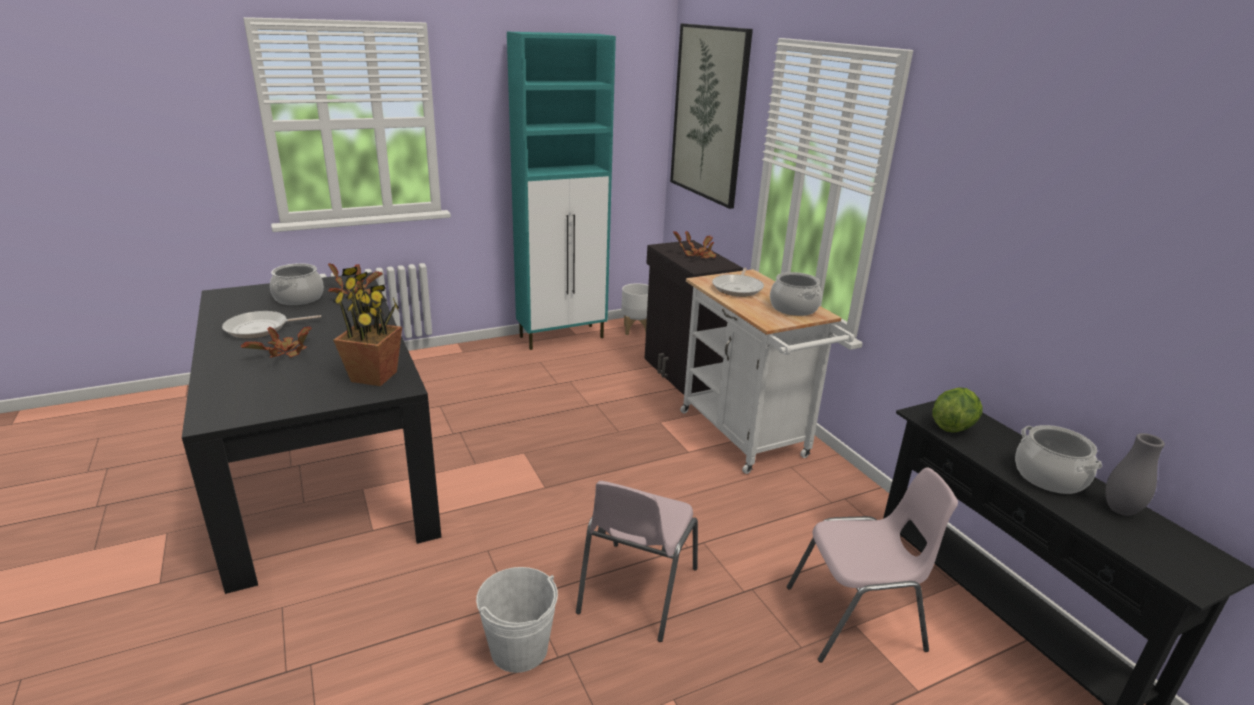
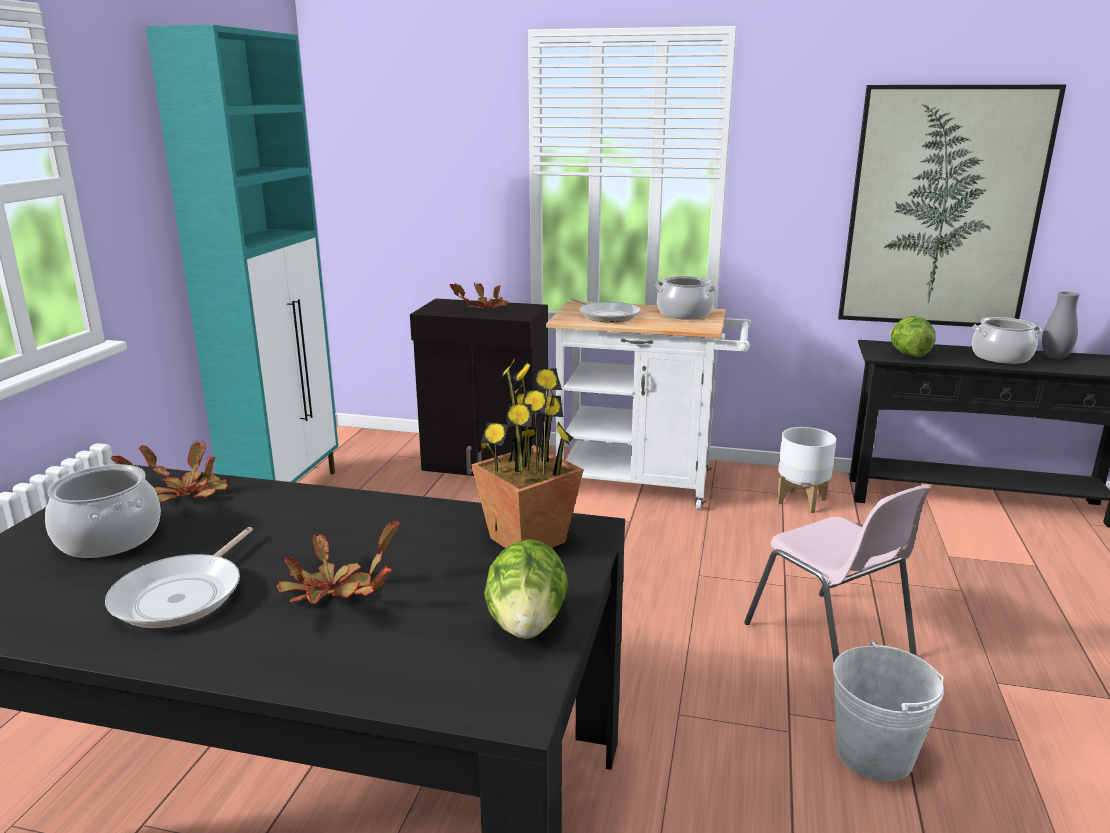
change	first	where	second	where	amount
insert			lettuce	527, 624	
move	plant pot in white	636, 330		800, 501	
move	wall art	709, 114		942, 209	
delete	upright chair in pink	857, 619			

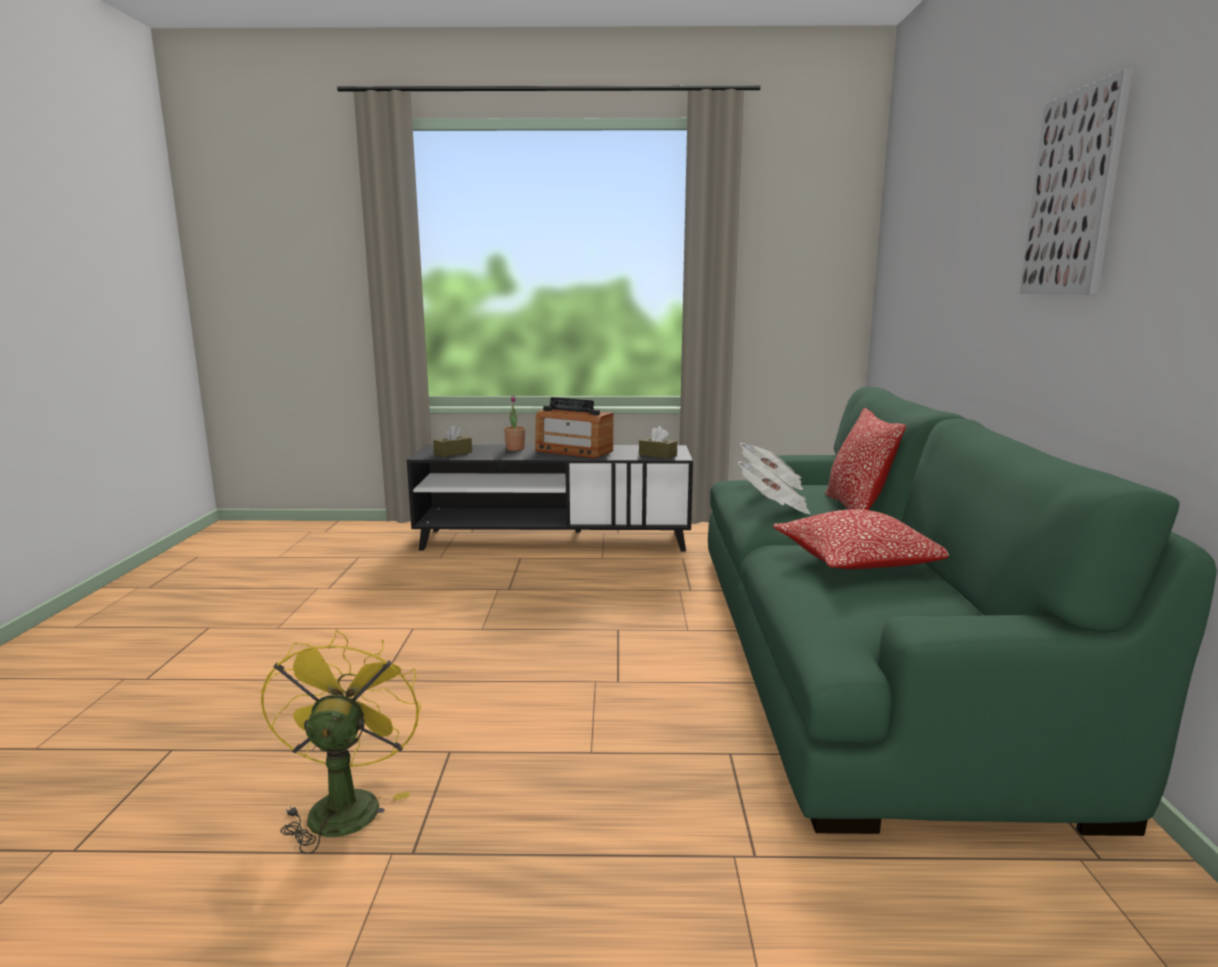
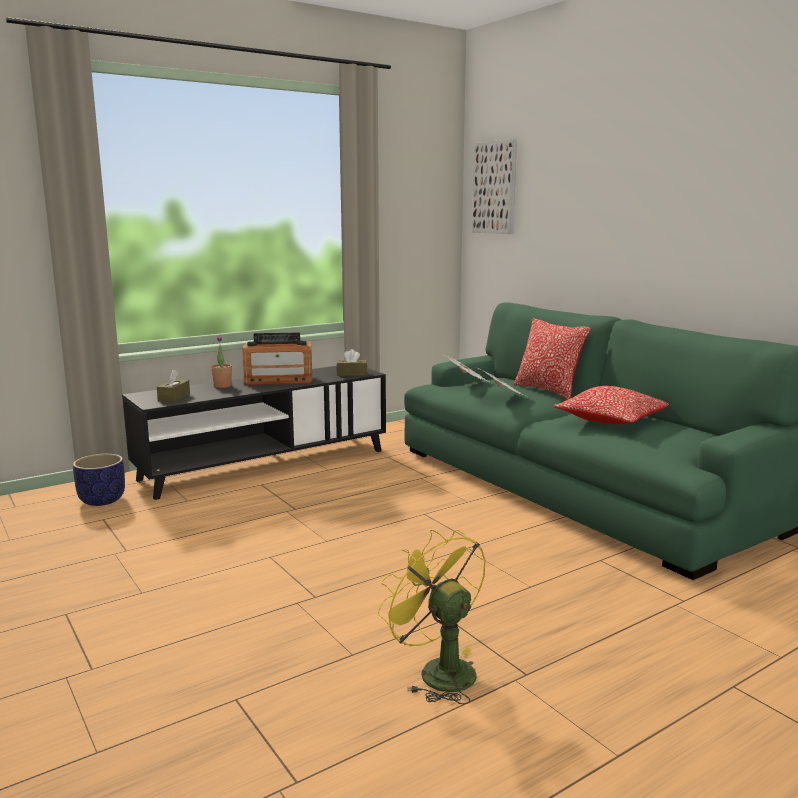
change	first	where	second	where	amount
insert			plant pot	102, 500	
move	wall art	1073, 194		494, 188	

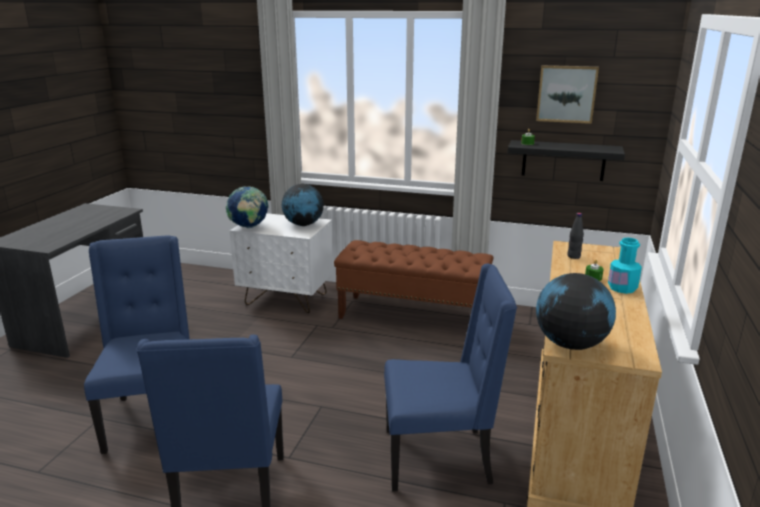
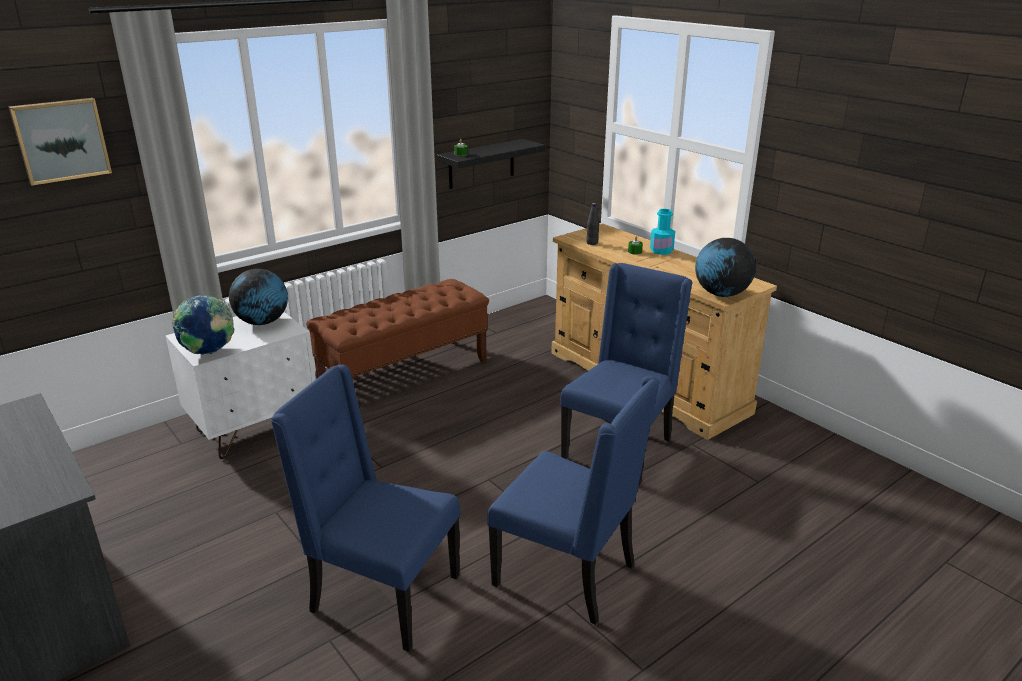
change	first	where	second	where	amount
move	wall art	566, 94		61, 140	

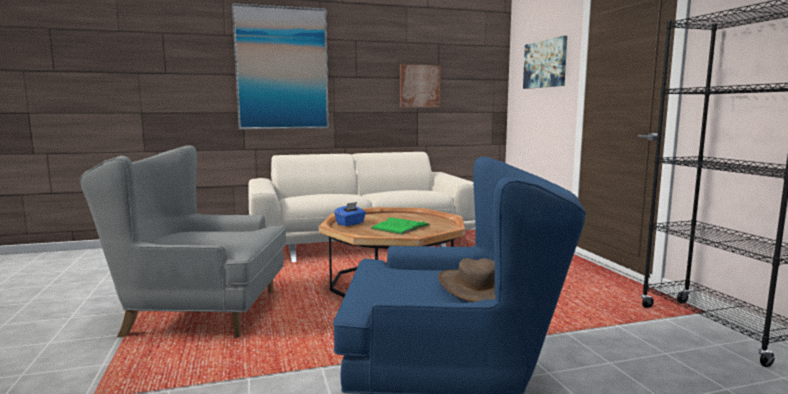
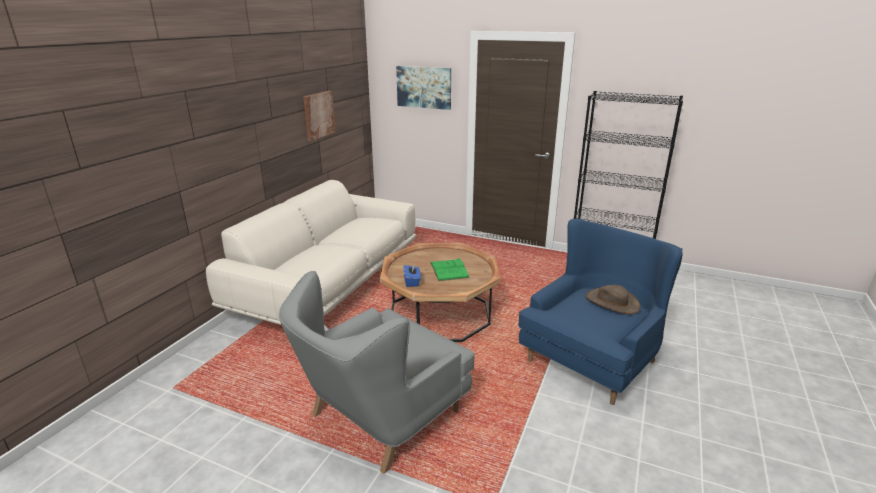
change	first	where	second	where	amount
delete	wall art	282, 69			

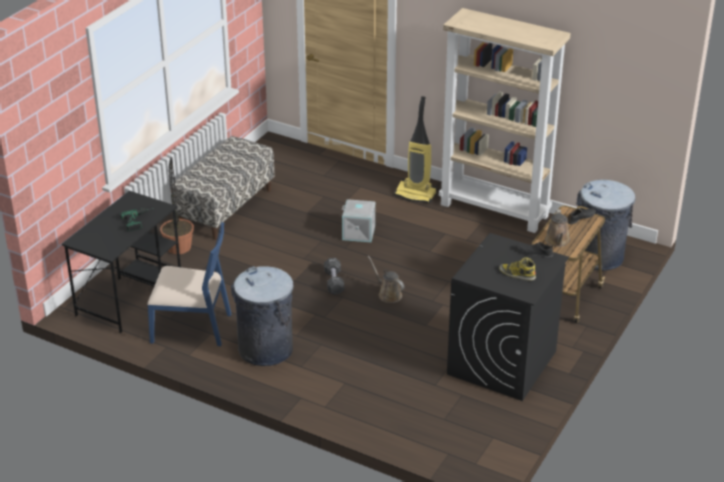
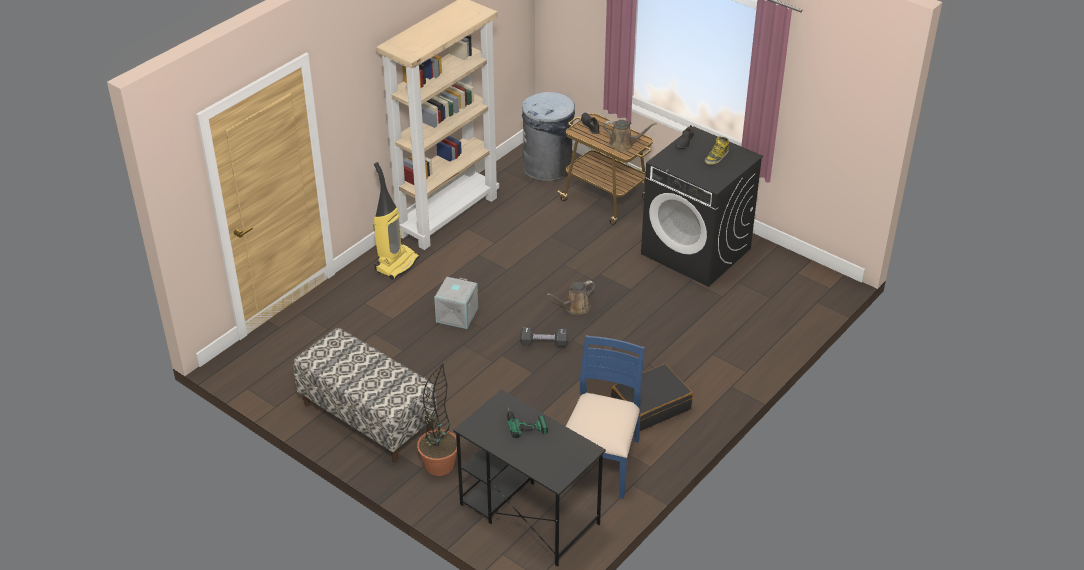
change	first	where	second	where	amount
replace	trash can in greyish	265, 349	suitcase in black	650, 405	

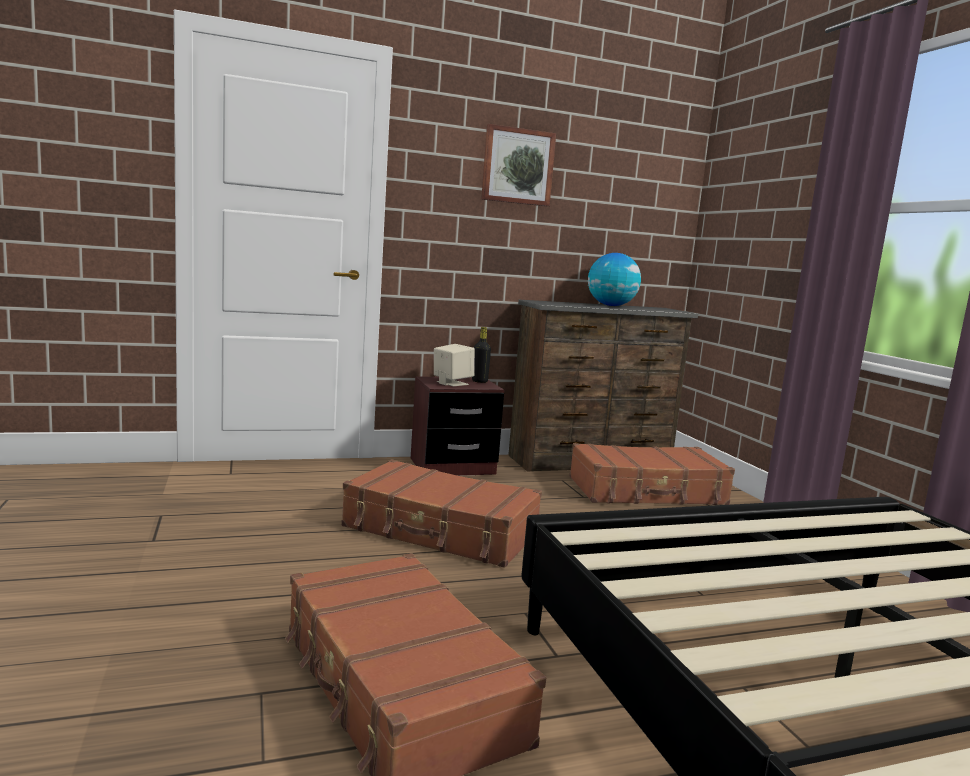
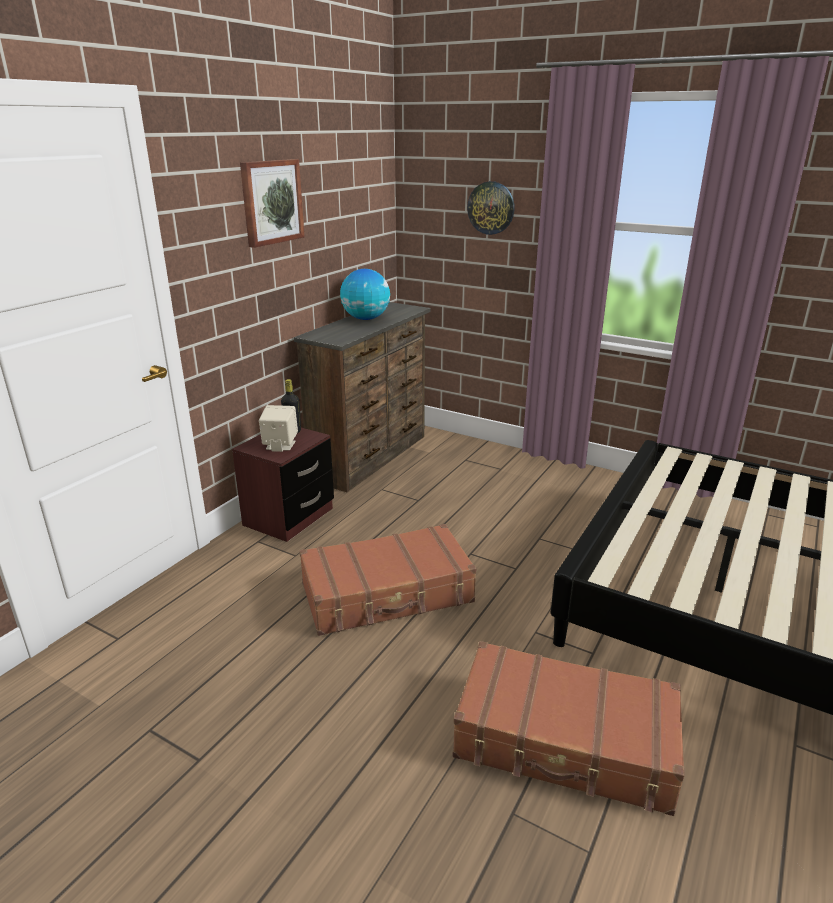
change	first	where	second	where	amount
insert			clock on the wall	491, 208	
delete	suitcase in brown	647, 491			

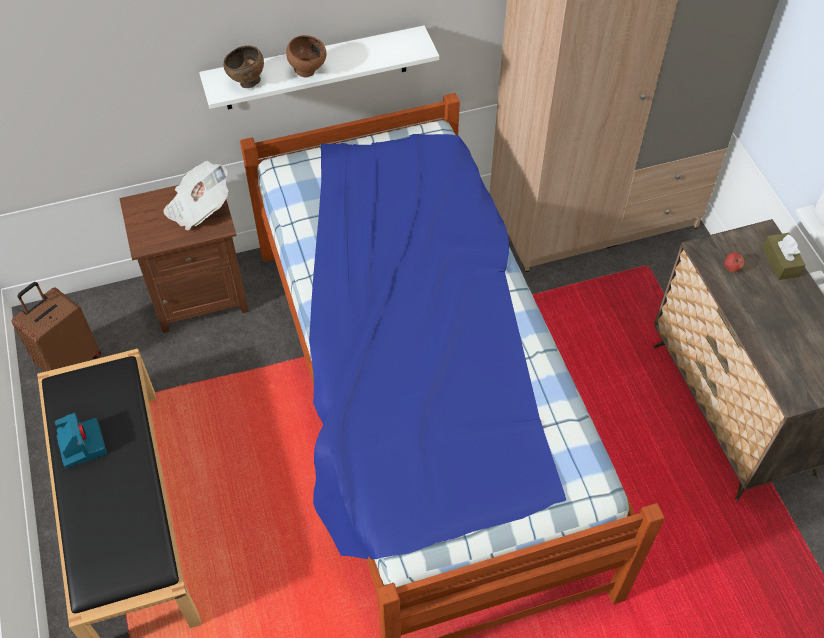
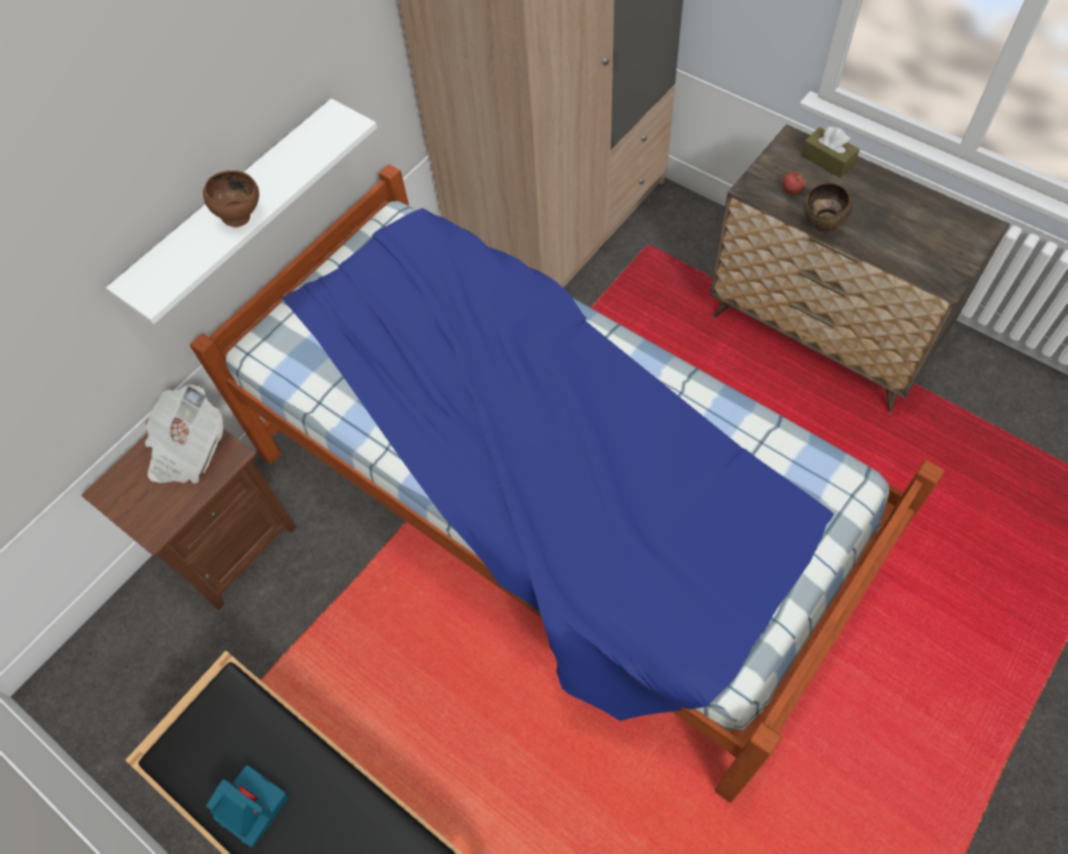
change	first	where	second	where	amount
move	deep dish in brown	247, 82		822, 225	
delete	suitcase in brown	70, 361			

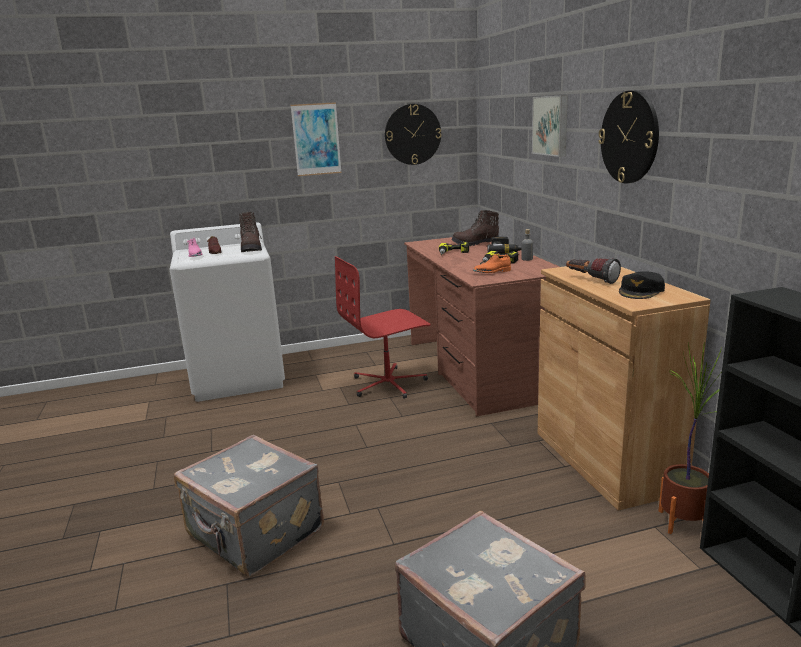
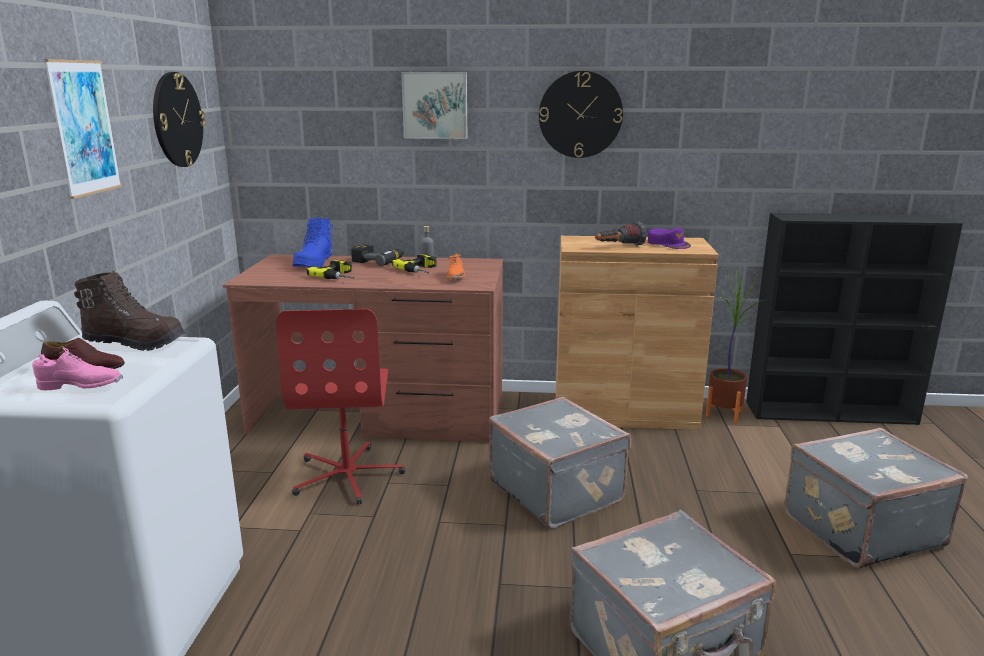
change	first	where	second	where	amount
recolor	tall boot in brown	475, 243	tall boot in blue-coloured	315, 263	
insert			suitcase in greyish	557, 490	
recolor	cap in black	641, 291	cap in purplish	668, 244	

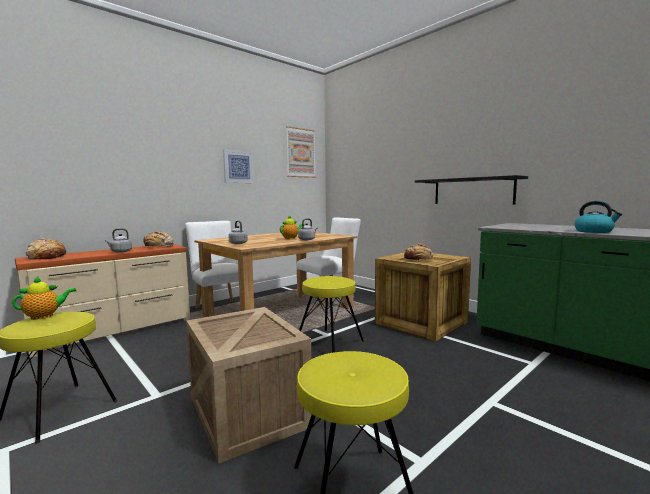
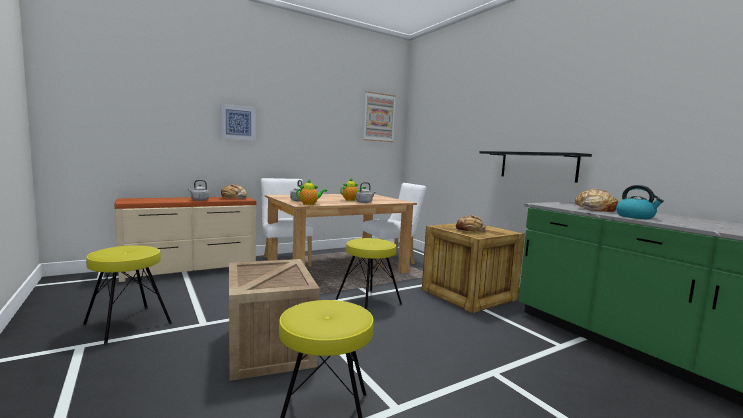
change	first	where	second	where	amount
move	wall art	238, 167		238, 122	
move	teapot	45, 316		310, 204	
move	bakery bread	47, 257		594, 209	

